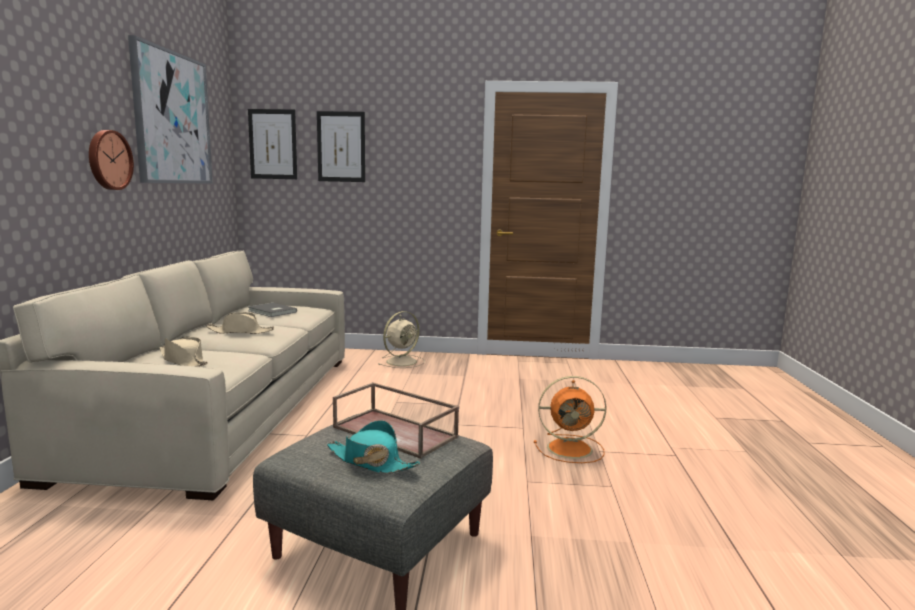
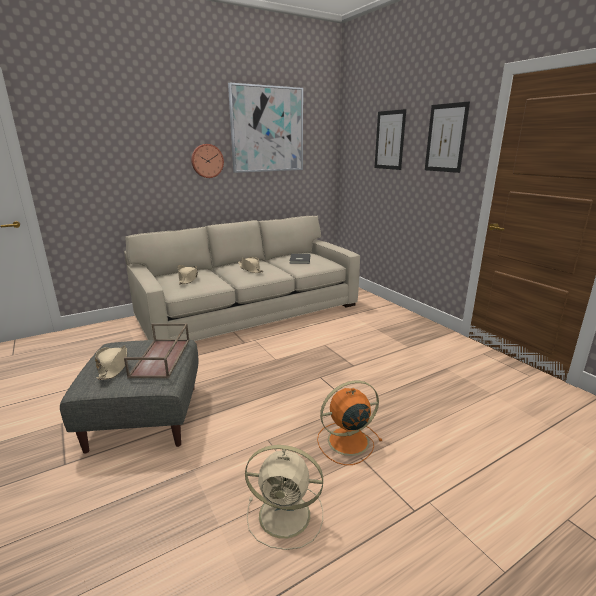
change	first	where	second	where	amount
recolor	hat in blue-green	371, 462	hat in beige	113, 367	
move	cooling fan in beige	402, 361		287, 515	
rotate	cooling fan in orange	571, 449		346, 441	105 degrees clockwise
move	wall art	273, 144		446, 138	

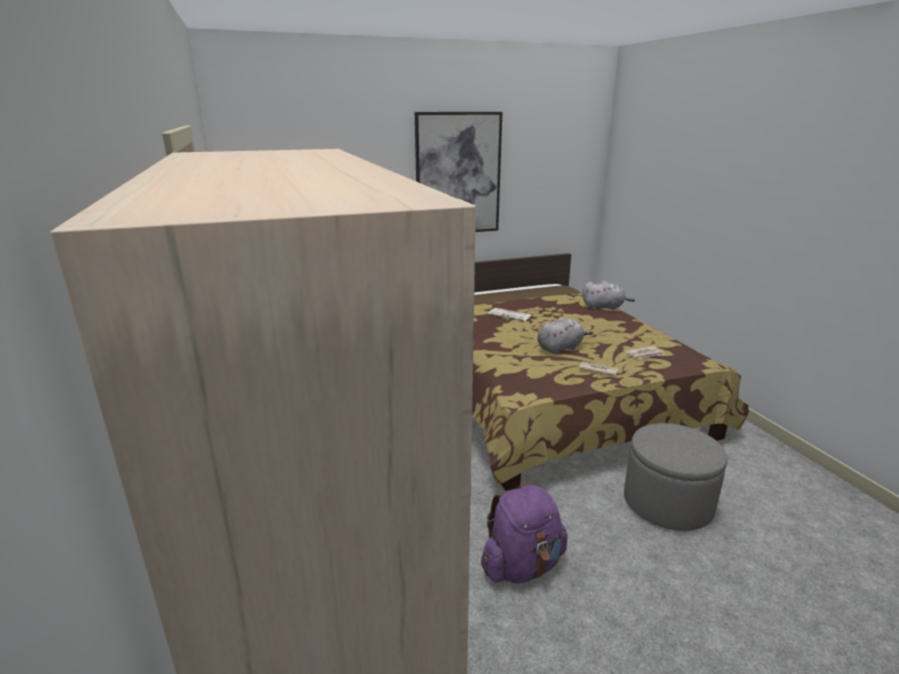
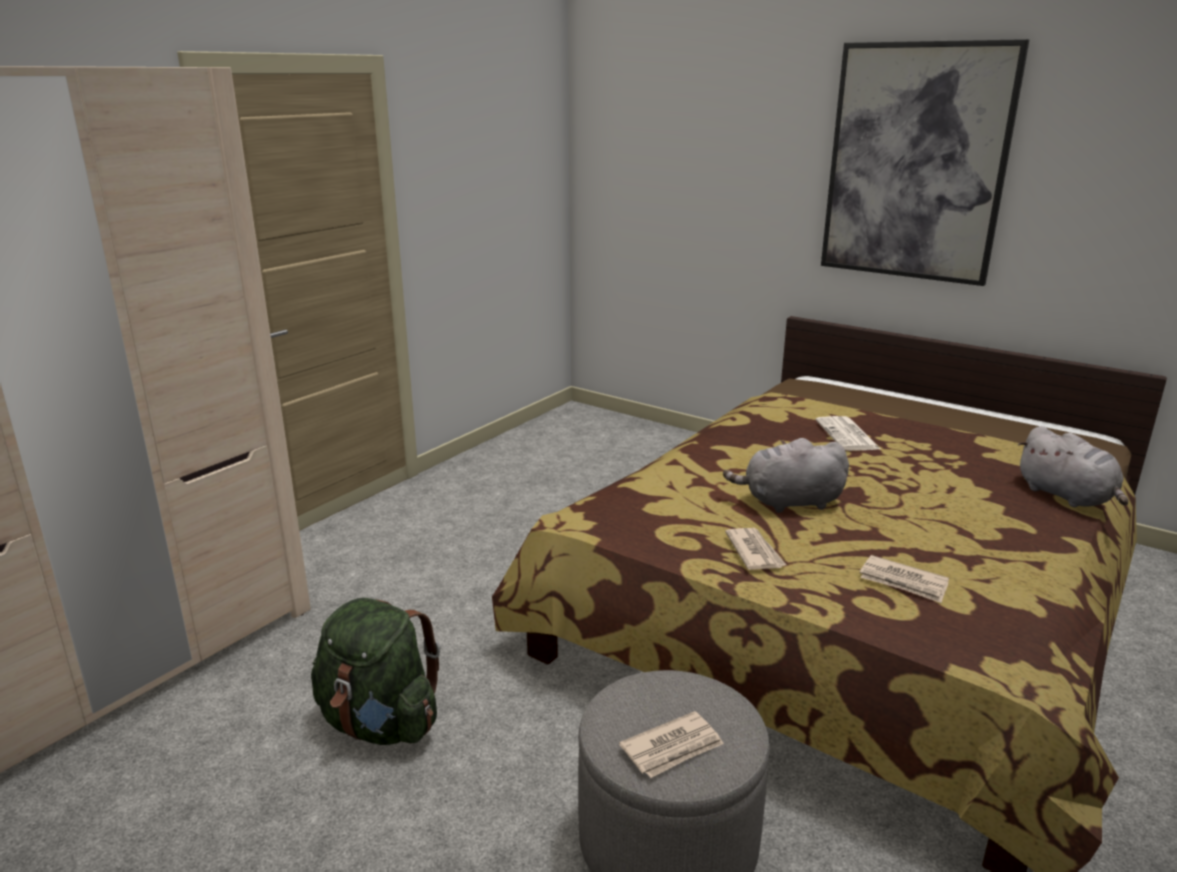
change	first	where	second	where	amount
recolor	knapsack in purplish	522, 566	knapsack in greenish	380, 723	
insert			newspaper	673, 748	
rotate	soft toy in greyish	561, 348		788, 502	150 degrees clockwise

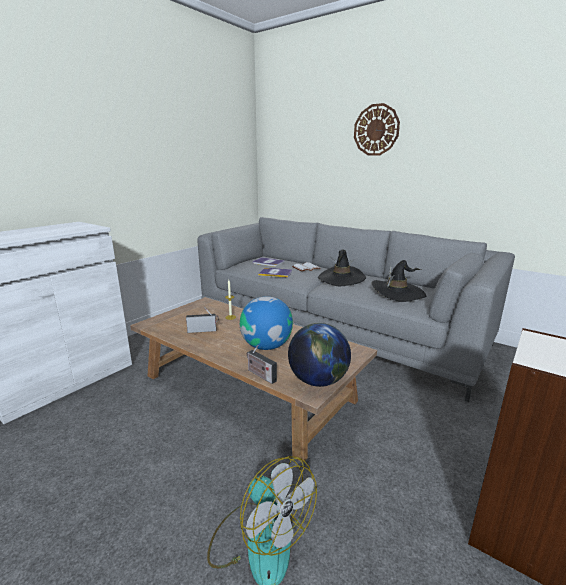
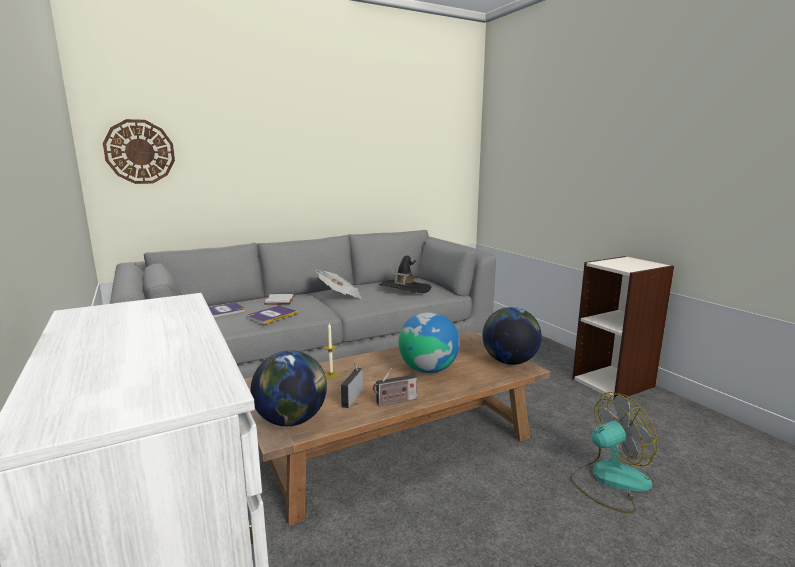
change	first	where	second	where	amount
move	clock on the wall	376, 130		140, 152	
insert			world globe	292, 420	
replace	hat in black	341, 279	newspaper	340, 296	
move	radio	260, 375		395, 401	

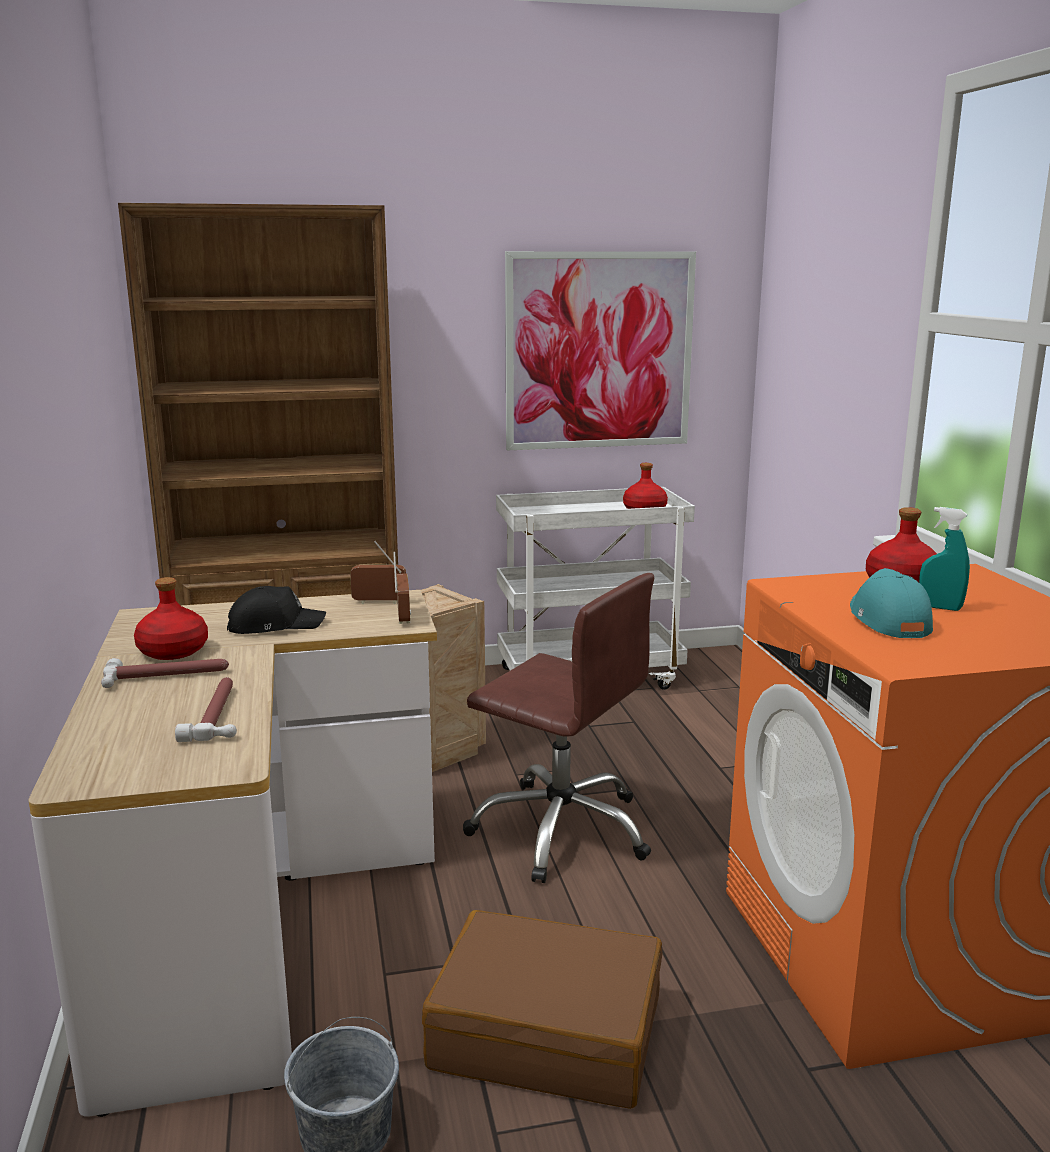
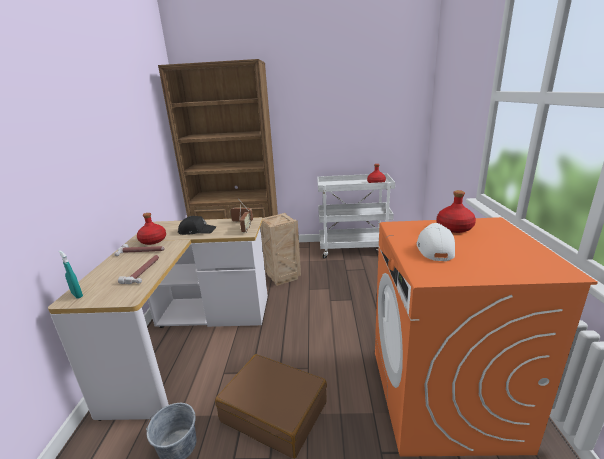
change	first	where	second	where	amount
move	sprayer in blue-green	940, 607		77, 295	
recolor	cap in blue-green	887, 620	cap in white	434, 249	
delete	office chair in brown	561, 830			
delete	wall art	599, 351			

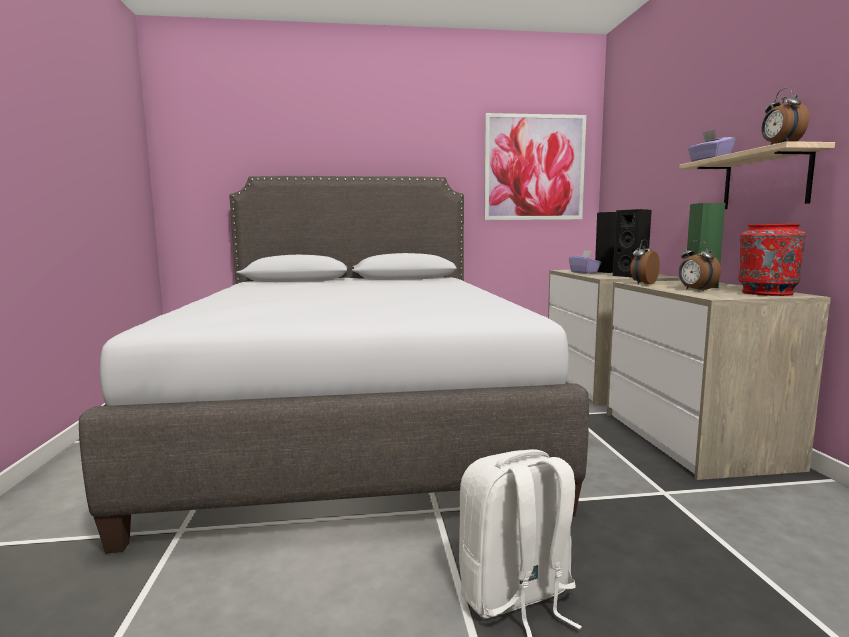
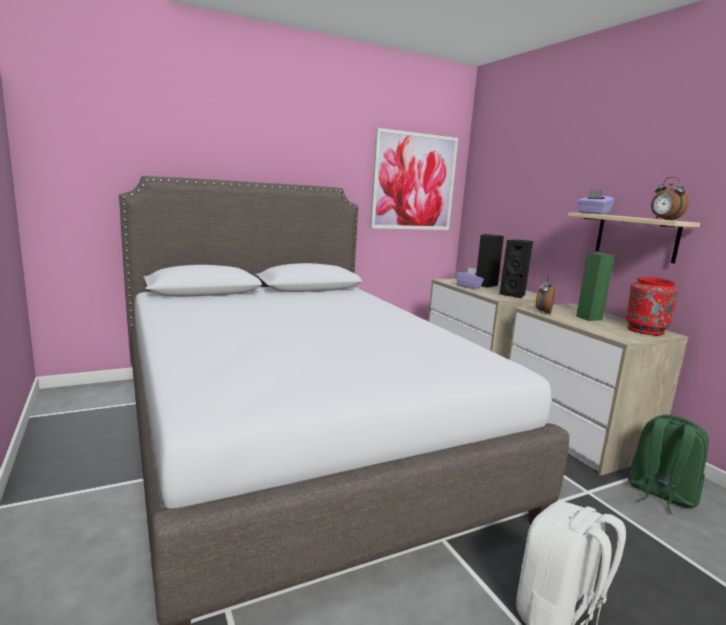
change	first	where	second	where	amount
insert			knapsack in greenish	660, 494	
delete	table clock	695, 290			

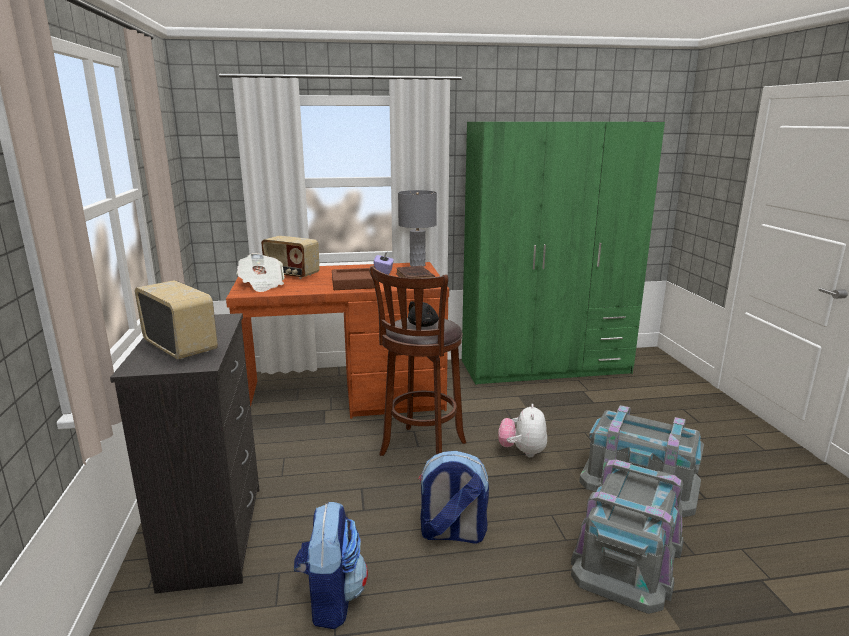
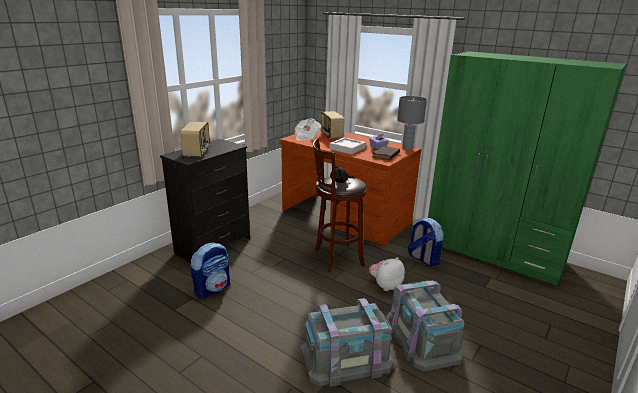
change	first	where	second	where	amount
recolor	carrying tray in brown	354, 283	carrying tray in greyish	347, 148	
move	knapsack	452, 534		423, 259	

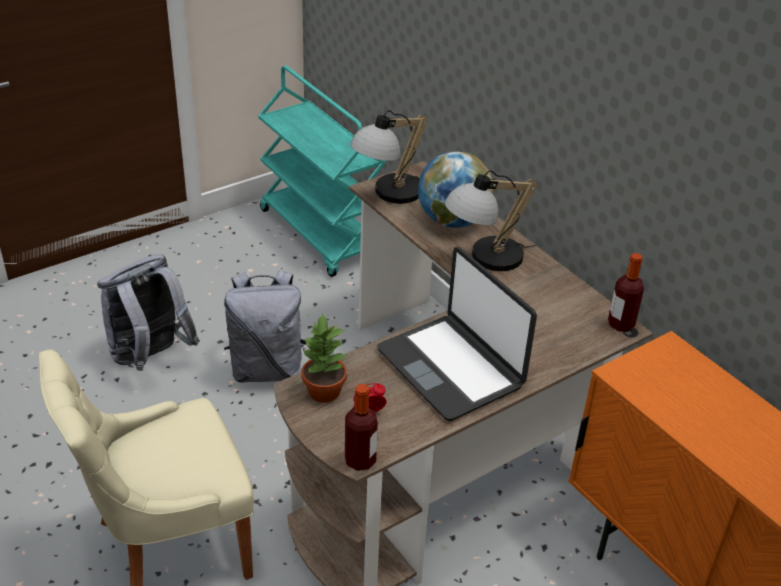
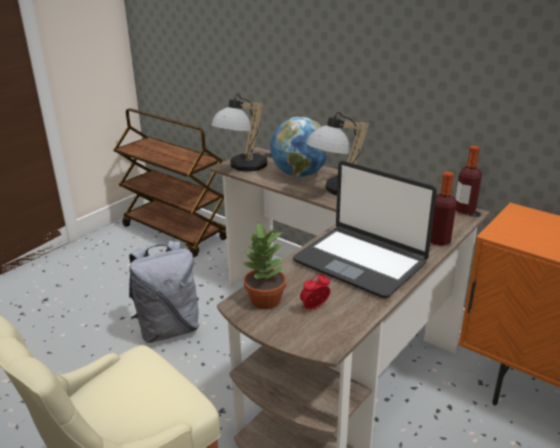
change	first	where	second	where	amount
recolor	wheeled cart in blue-green	321, 234	wheeled cart in brown	175, 232	
move	beverage bottle	360, 460		439, 241	
delete	knapsack in greyish	150, 358			

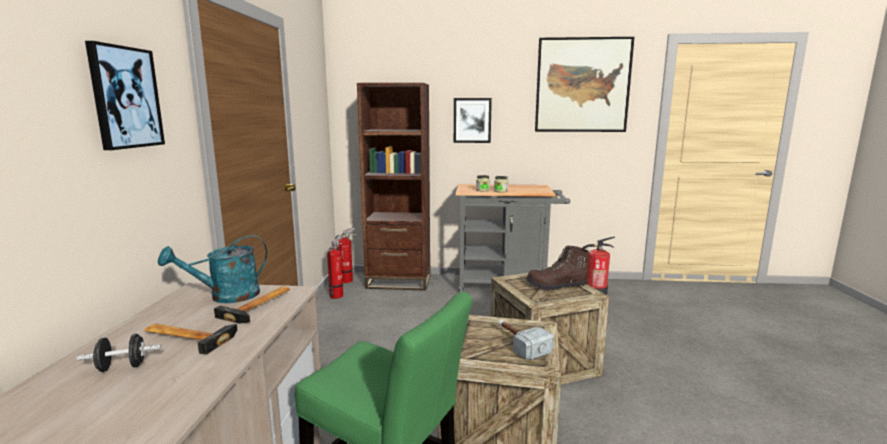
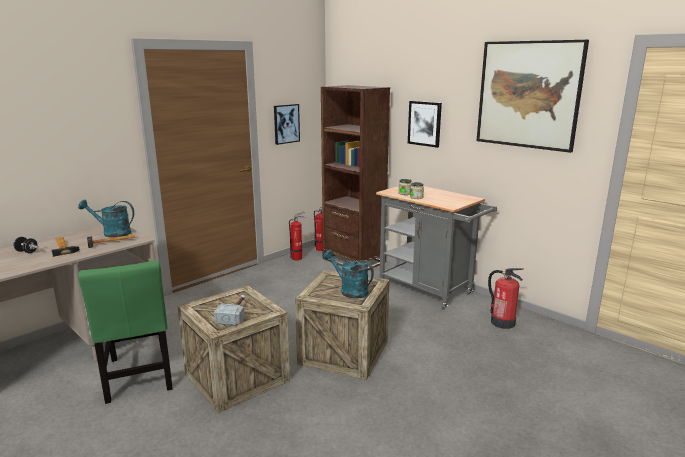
change	first	where	second	where	amount
move	wall art	125, 97		286, 123	
replace	tall boot in brown	556, 286	watering can in blue-green	349, 290	

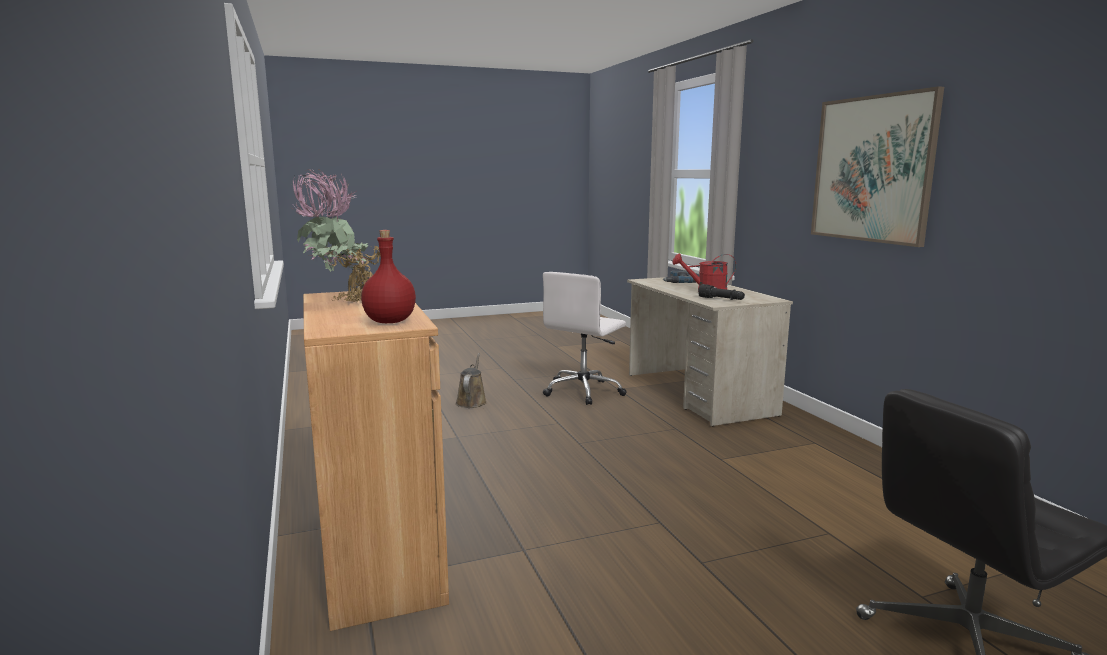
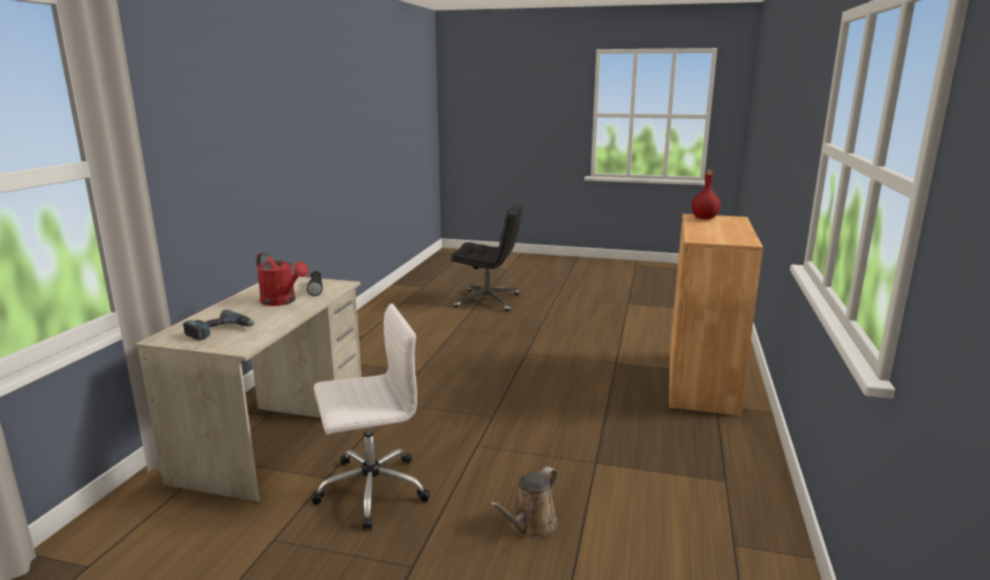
change	first	where	second	where	amount
delete	plant in a pot	341, 303			
delete	wall art	872, 169			

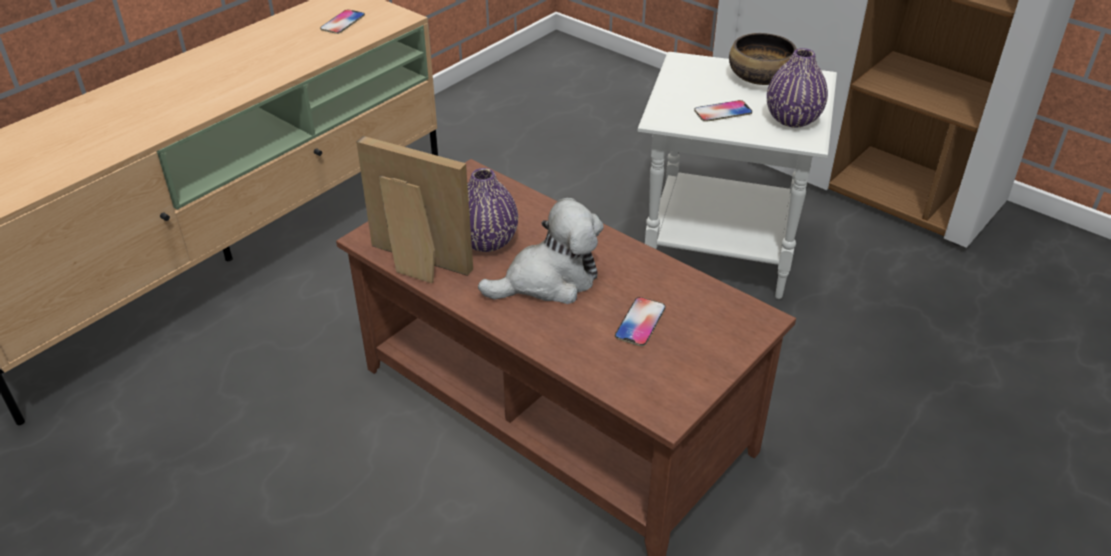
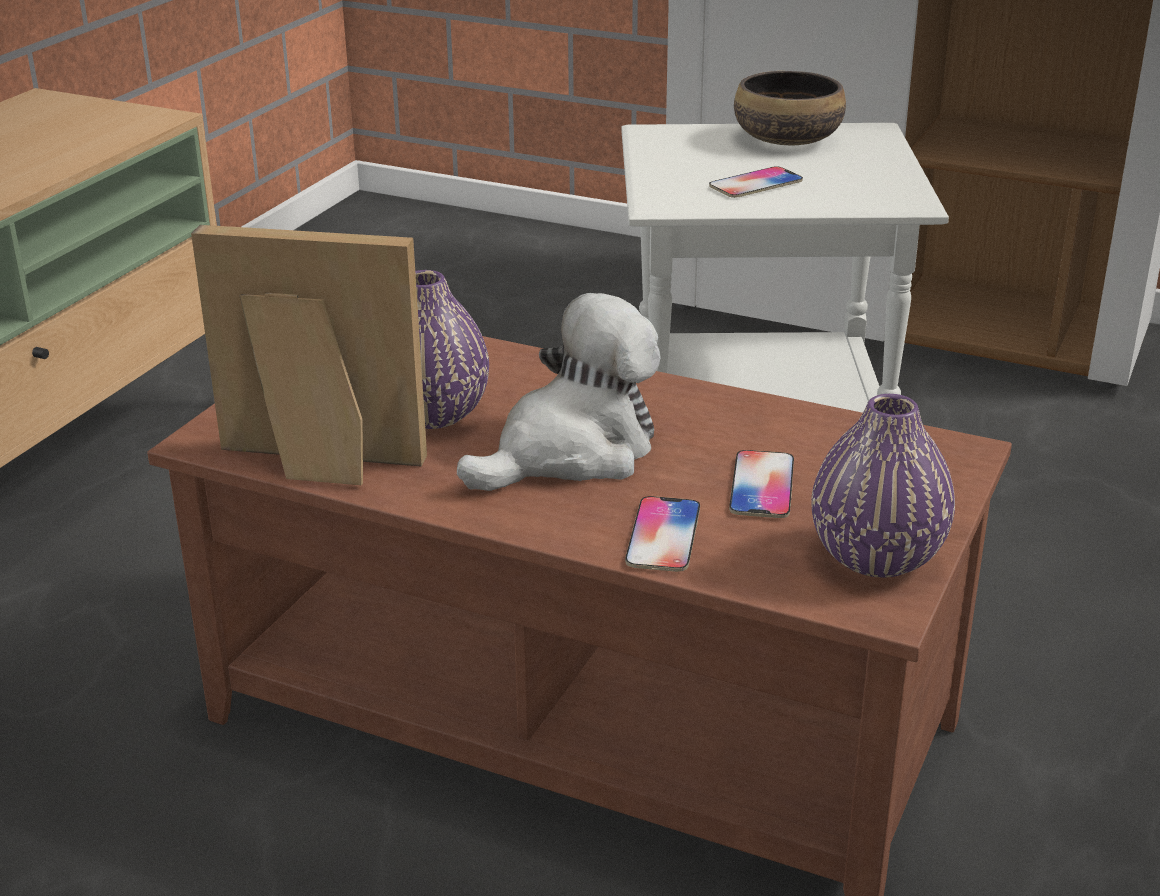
change	first	where	second	where	amount
move	phone	342, 22		663, 536	
move	flower vase in purplish	792, 119		877, 557	

